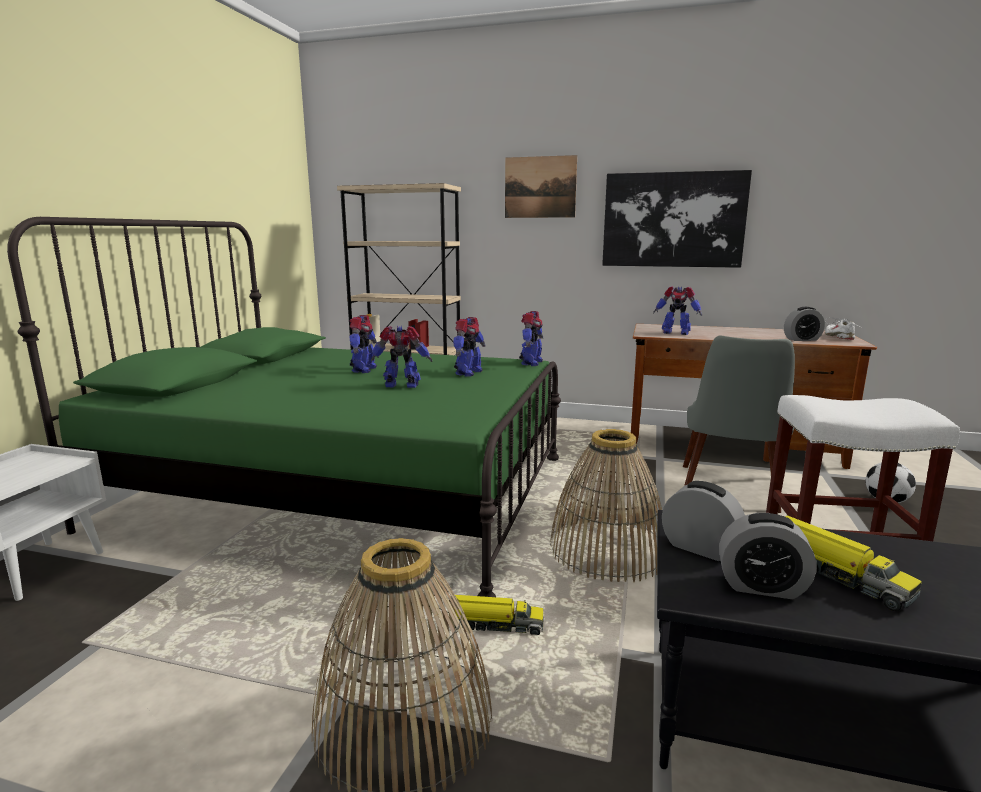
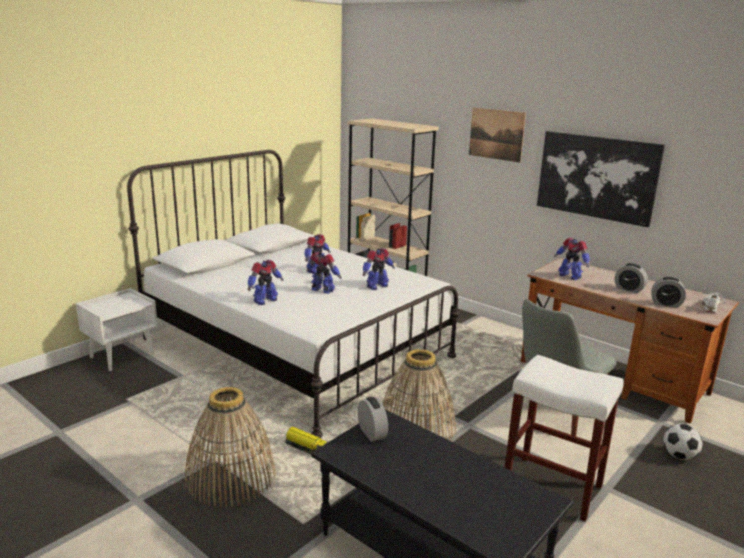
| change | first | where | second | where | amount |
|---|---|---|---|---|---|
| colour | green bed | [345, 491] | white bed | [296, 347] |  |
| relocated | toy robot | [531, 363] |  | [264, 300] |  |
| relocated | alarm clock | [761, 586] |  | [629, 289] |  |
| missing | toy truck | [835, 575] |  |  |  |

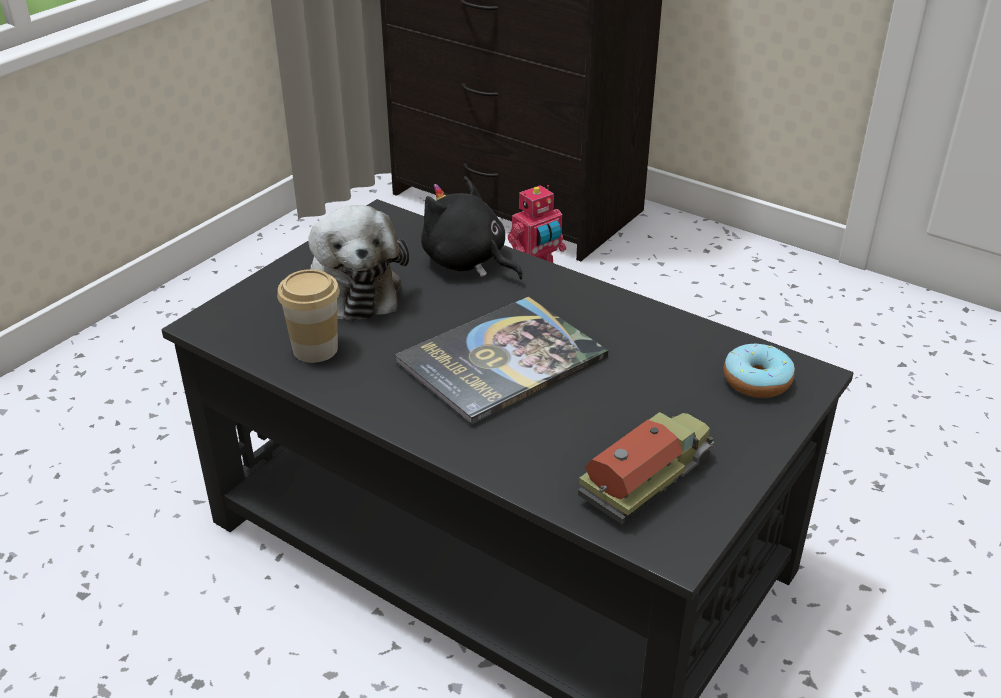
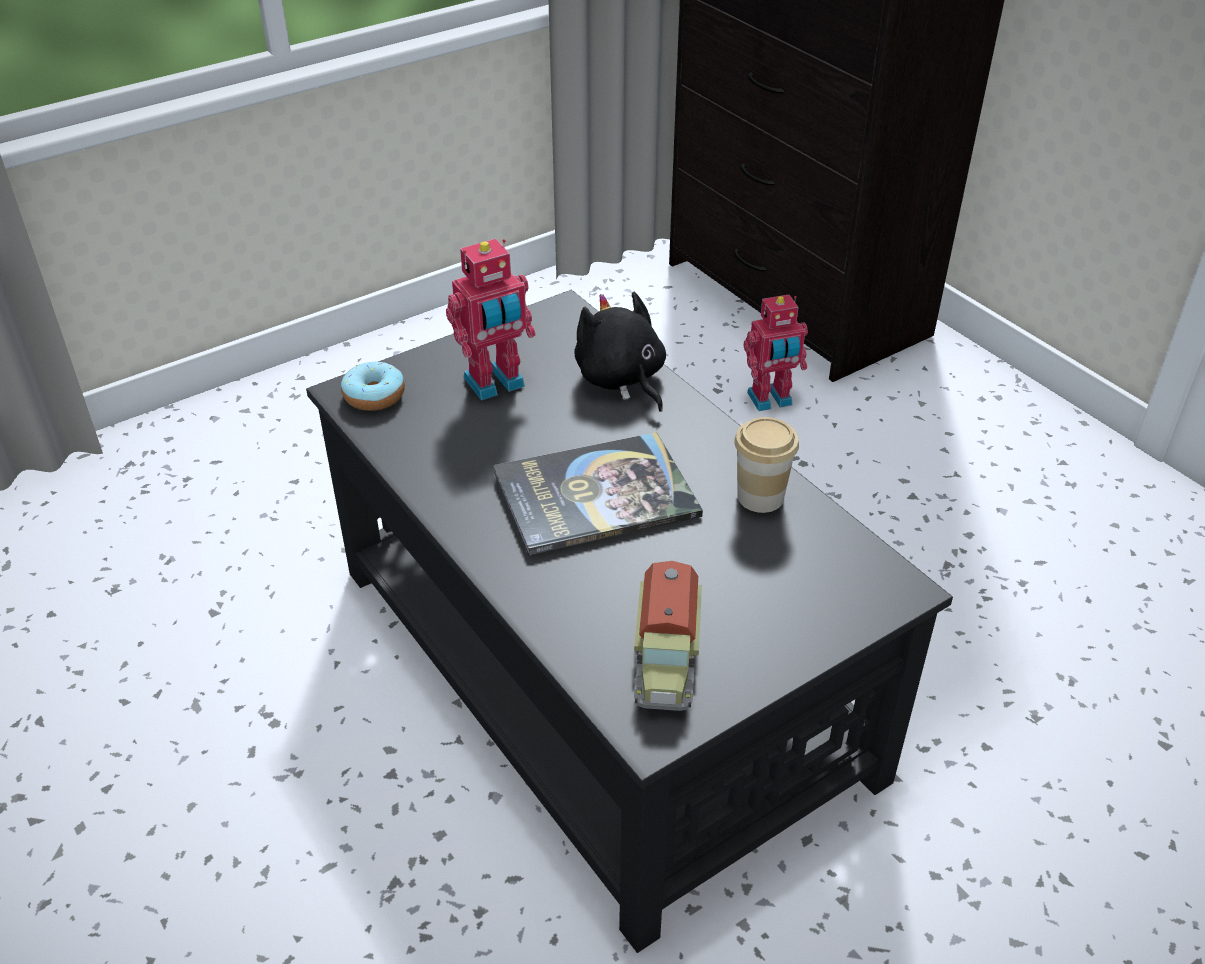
| change | first | where | second | where | amount |
|---|---|---|---|---|---|
| relocated | donut | [756, 381] |  | [374, 396] |  |
| exchanged | plush toy | [352, 288] | toy robot | [496, 384] |  |
| spun | toy truck | [648, 479] |  | [666, 656] | 120 degrees clockwise |
| relocated | cup | [315, 349] |  | [760, 497] |  |

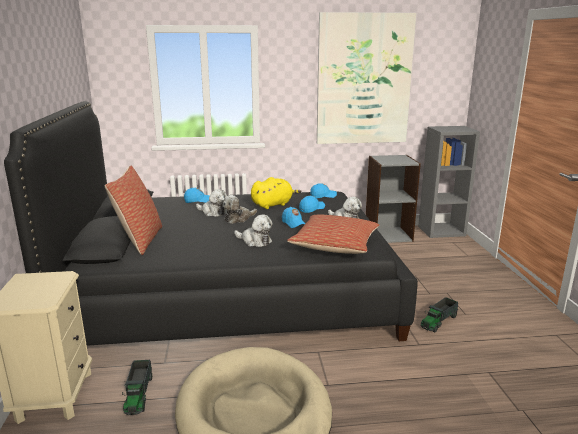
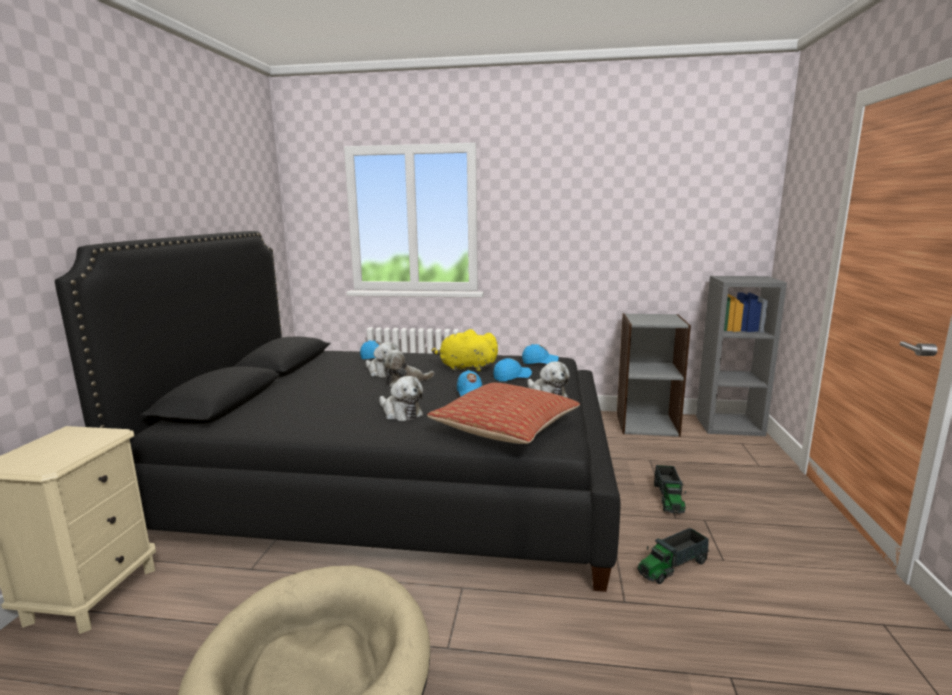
| change | first | where | second | where | amount |
|---|---|---|---|---|---|
| spun | yellow plush toy | [273, 205] |  | [465, 368] | 150 degrees counterclockwise |
| relocated | toy truck | [139, 395] |  | [668, 498] |  |
| missing | pillow | [140, 240] |  |  |  |
| missing | picture | [364, 80] |  |  |  |

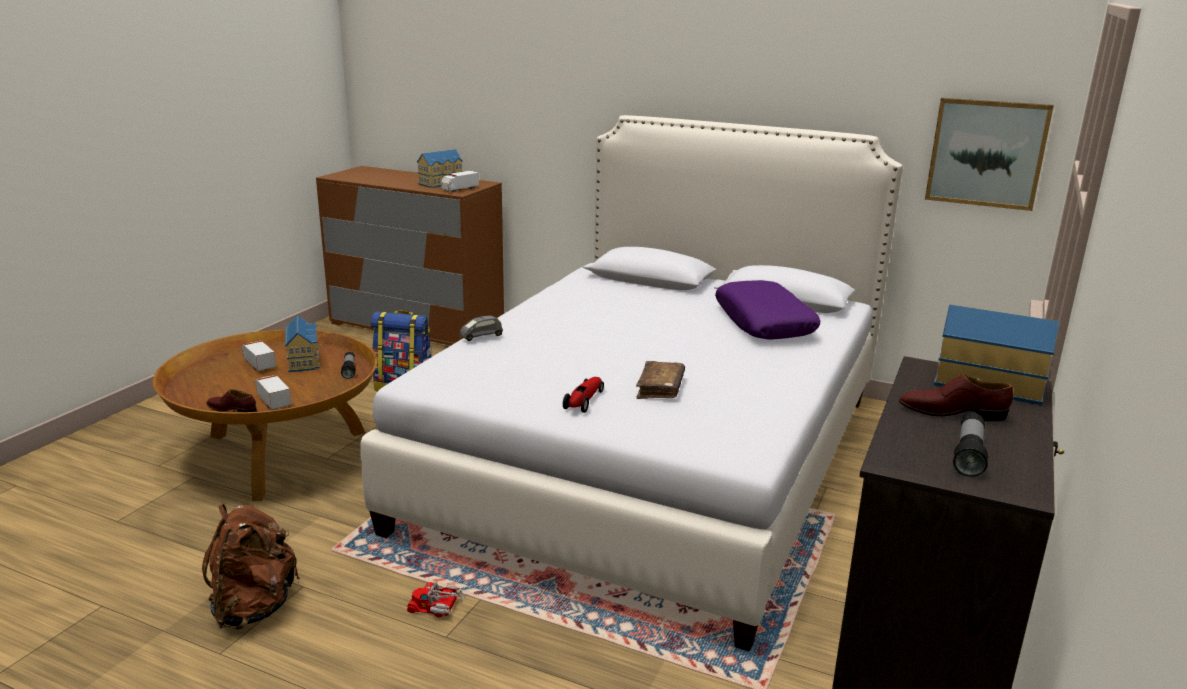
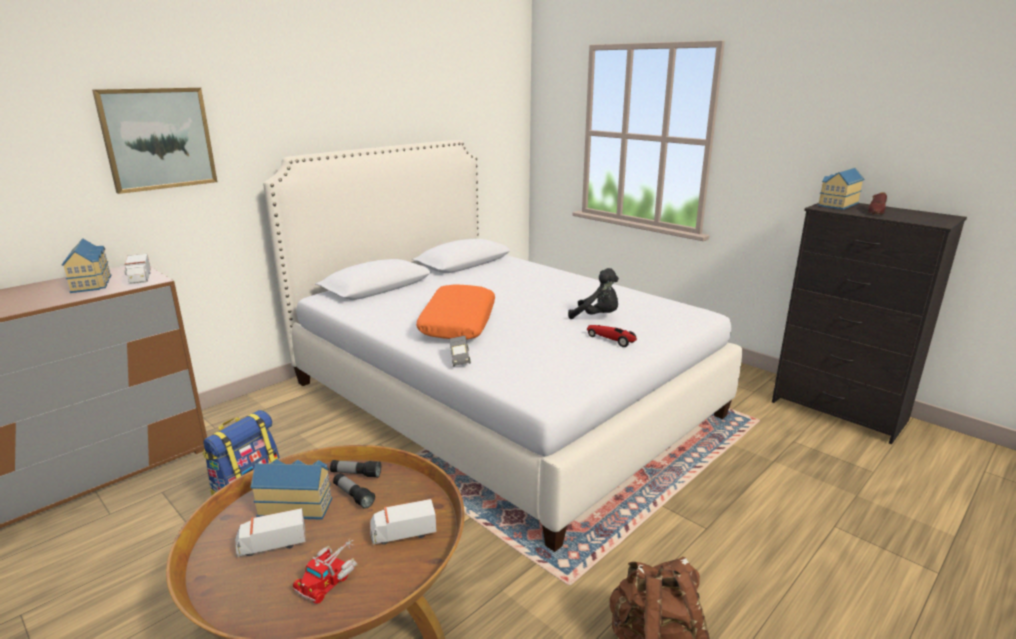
| change | first | where | second | where | amount |
|---|---|---|---|---|---|
| relocated | picture | [986, 153] |  | [158, 139] |  |
| relocated | toy truck | [439, 607] |  | [329, 577] |  |
| relocated | flashlight | [969, 455] |  | [353, 496] |  |
| appeared |  |  | orange pillow | [457, 323] |  |
| exchanged | brown book | [660, 388] | black plush toy | [597, 317] |  |
| missing | brown shoe | [232, 409] |  |  |  |
| missing | purple pillow | [764, 323] |  |  |  |

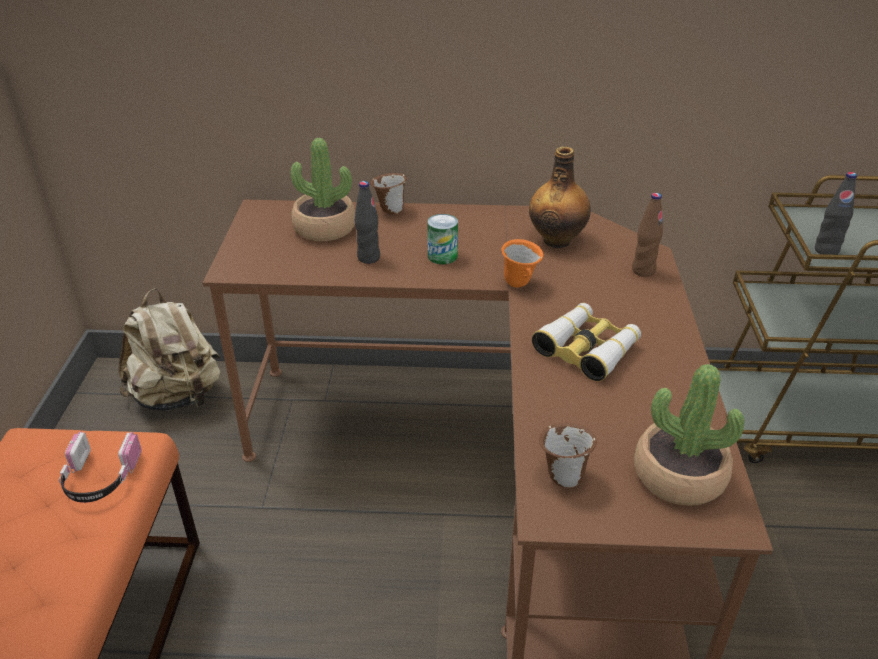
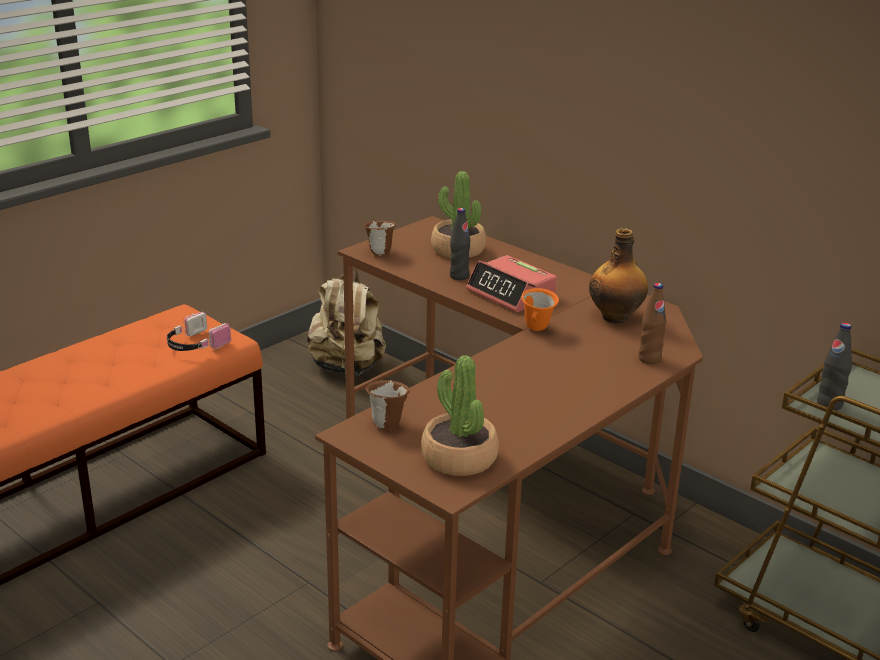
| change | first | where | second | where | amount |
|---|---|---|---|---|---|
| relocated | brown mug | [389, 211] |  | [379, 253] |  |
| exchanged | can | [442, 256] | alarm clock | [511, 294] |  |
| missing | binoculars | [587, 349] |  |  |  |

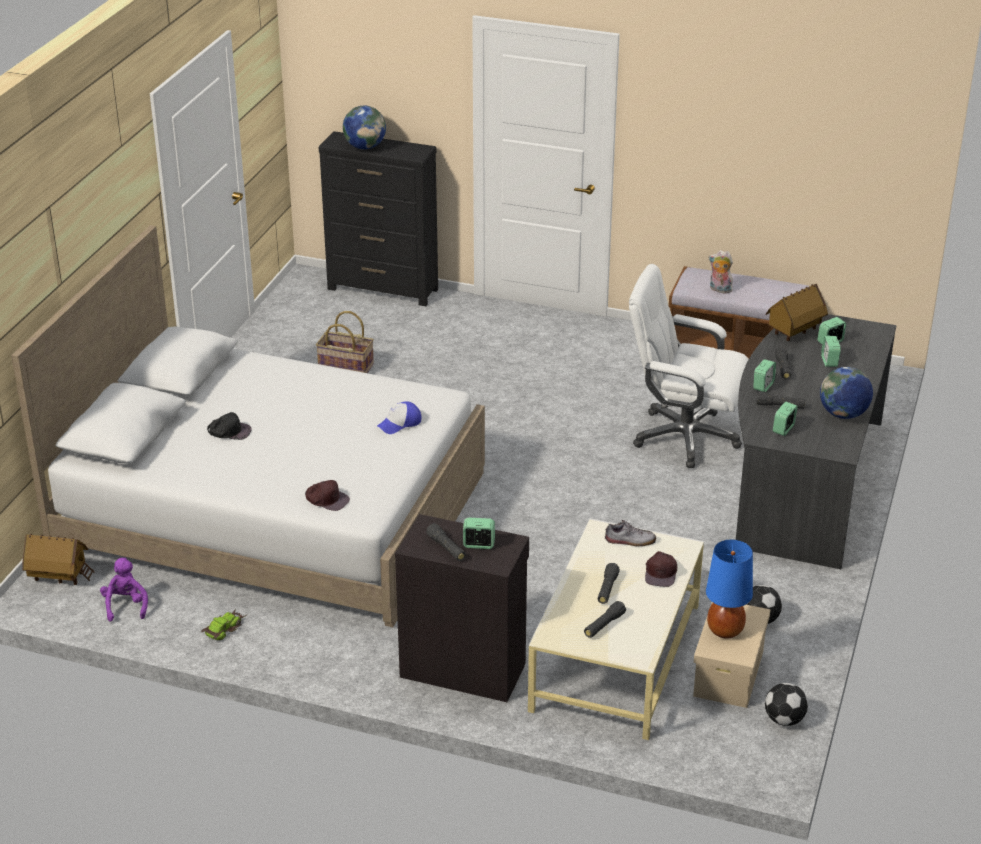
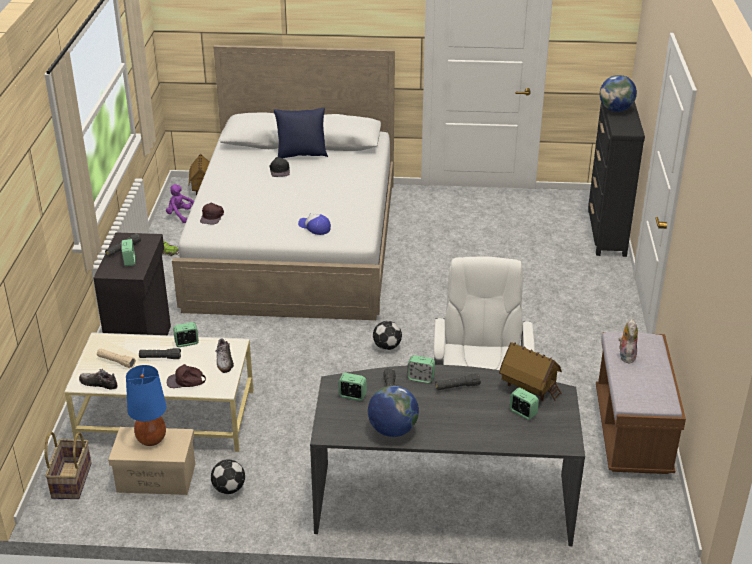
| change | first | where | second | where | amount |
|---|---|---|---|---|---|
| relocated | basket | [345, 367] |  | [71, 480] |  |
| appeared |  |  | shoe | [98, 384] |  |
| colour | black flashlight | [604, 625] | beige flashlight | [116, 362] |  |
| spun | purple plush toy | [126, 606] |  | [181, 215] | 120 degrees counterclockwise |
| relocated | alarm clock | [829, 361] |  | [186, 343] |  |
| appeared |  |  | blue pillow | [301, 155] |  |
| relocated | football | [784, 720] |  | [386, 346] |  |

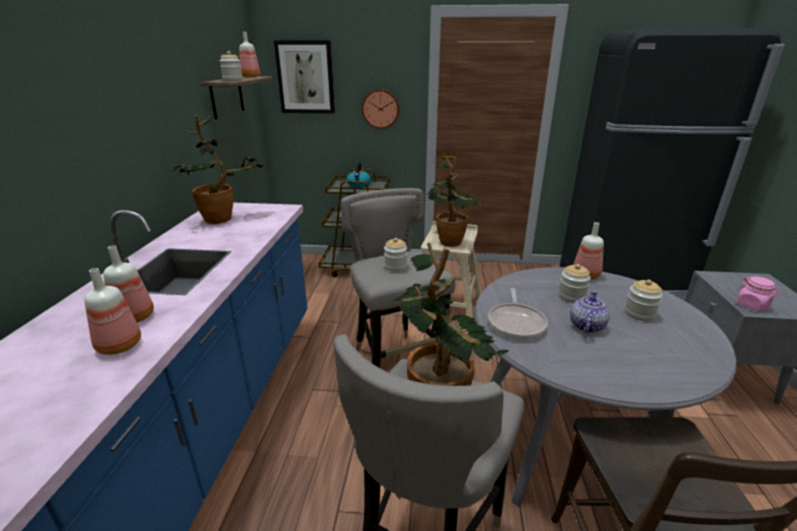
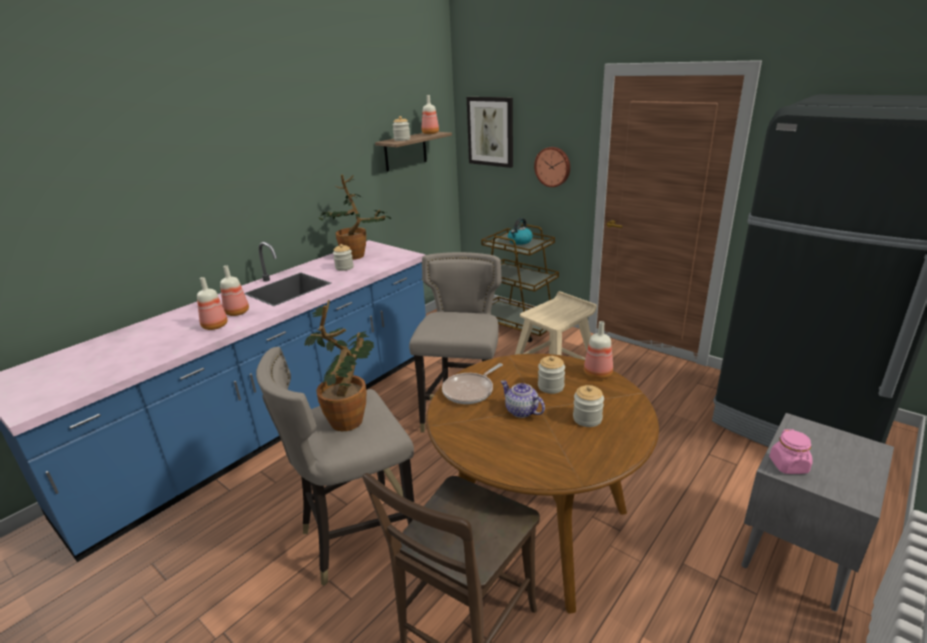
| change | first | where | second | where | amount |
|---|---|---|---|---|---|
| relocated | jar | [395, 266] |  | [344, 267] |  |
| colour | grey dining table | [565, 440] | brown dining table | [536, 527] |  |
| spun | teapot | [586, 326] |  | [521, 411] | 105 degrees counterclockwise |
| missing | potted plant | [448, 240] |  |  |  |

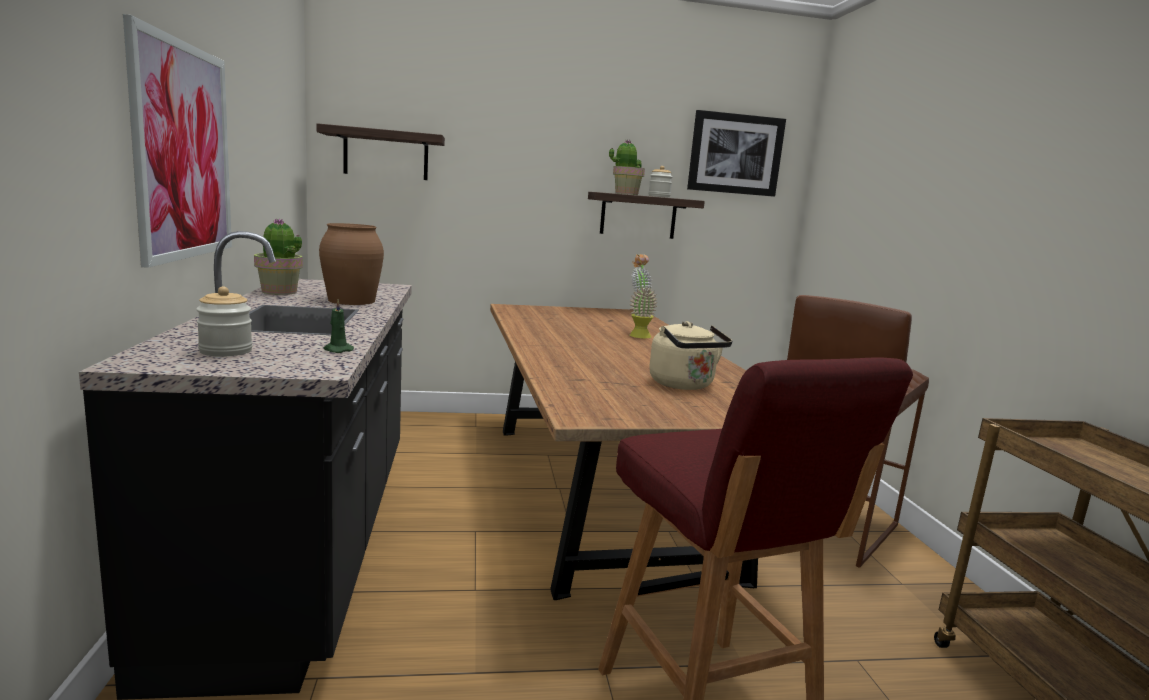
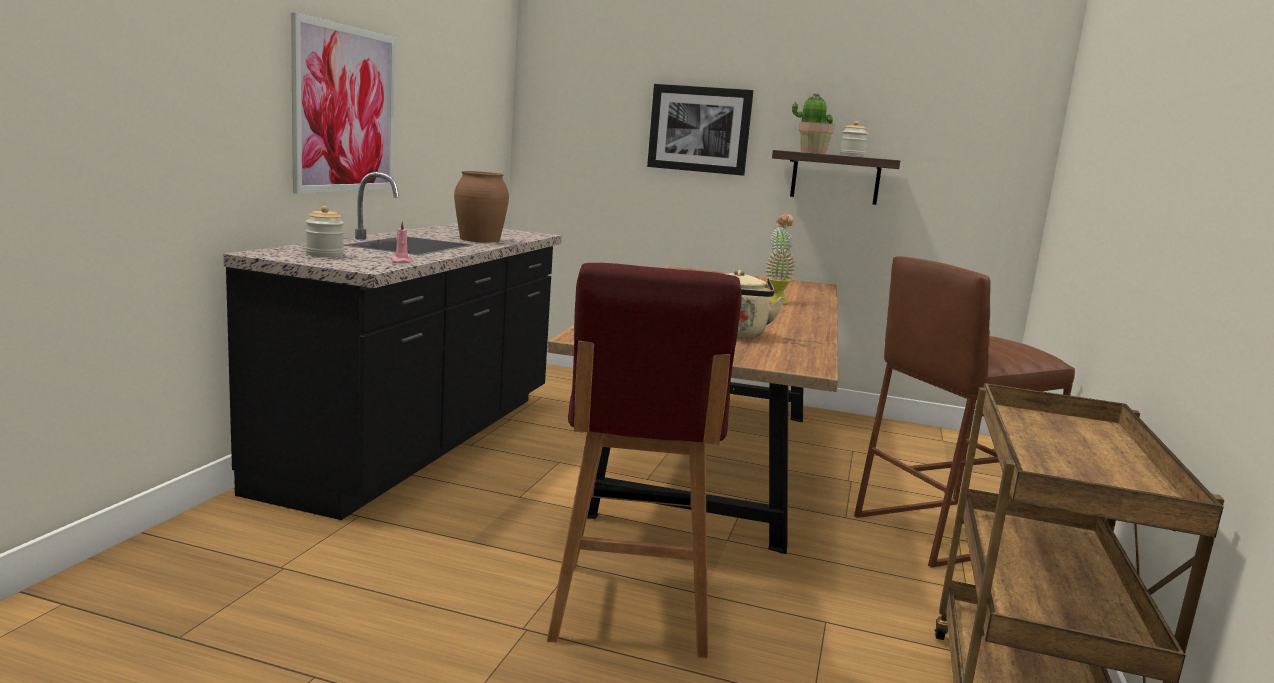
| change | first | where | second | where | amount |
|---|---|---|---|---|---|
| colour | green candle | [337, 350] | pink candle | [401, 261] |  |
| relocated | picture | [735, 154] |  | [699, 129] |  |
| missing | potted plant | [279, 292] |  |  |  |
| missing | shelf | [386, 155] |  |  |  |

